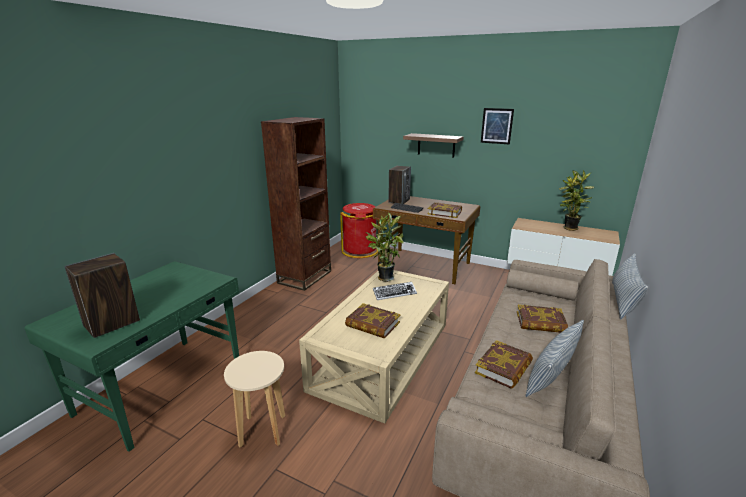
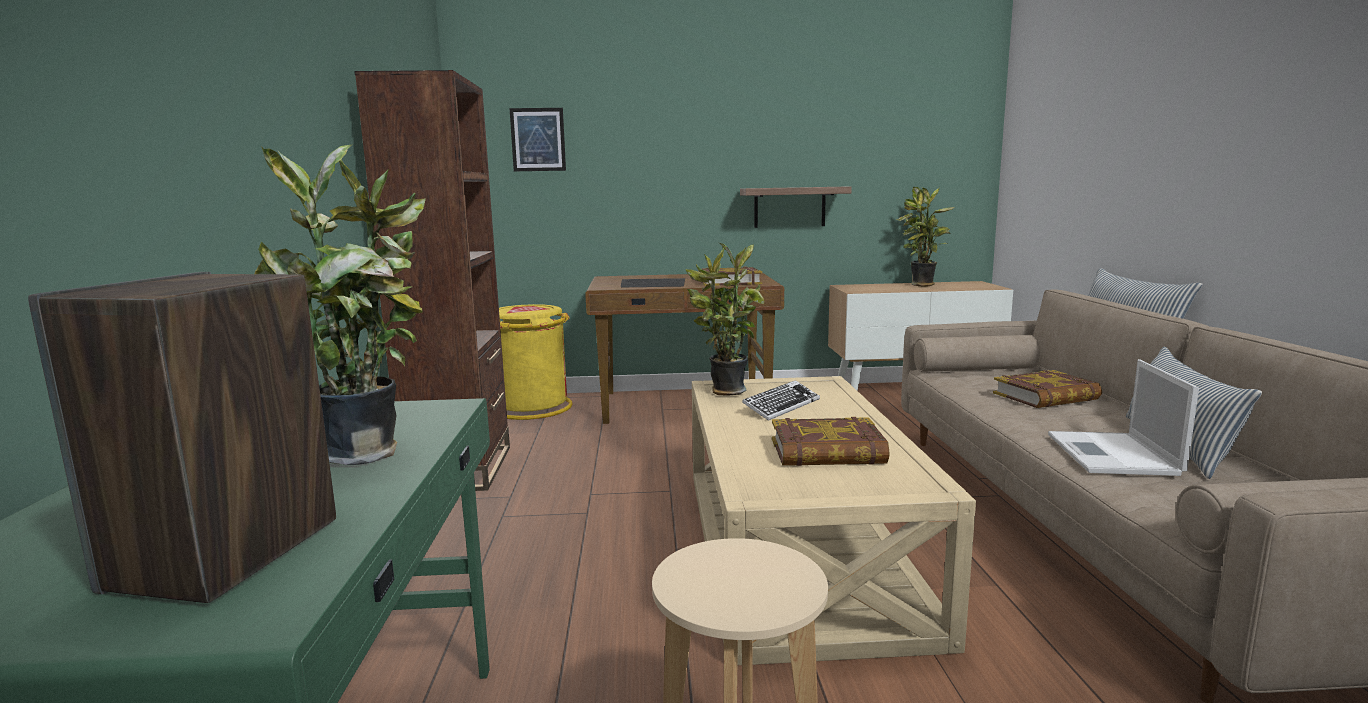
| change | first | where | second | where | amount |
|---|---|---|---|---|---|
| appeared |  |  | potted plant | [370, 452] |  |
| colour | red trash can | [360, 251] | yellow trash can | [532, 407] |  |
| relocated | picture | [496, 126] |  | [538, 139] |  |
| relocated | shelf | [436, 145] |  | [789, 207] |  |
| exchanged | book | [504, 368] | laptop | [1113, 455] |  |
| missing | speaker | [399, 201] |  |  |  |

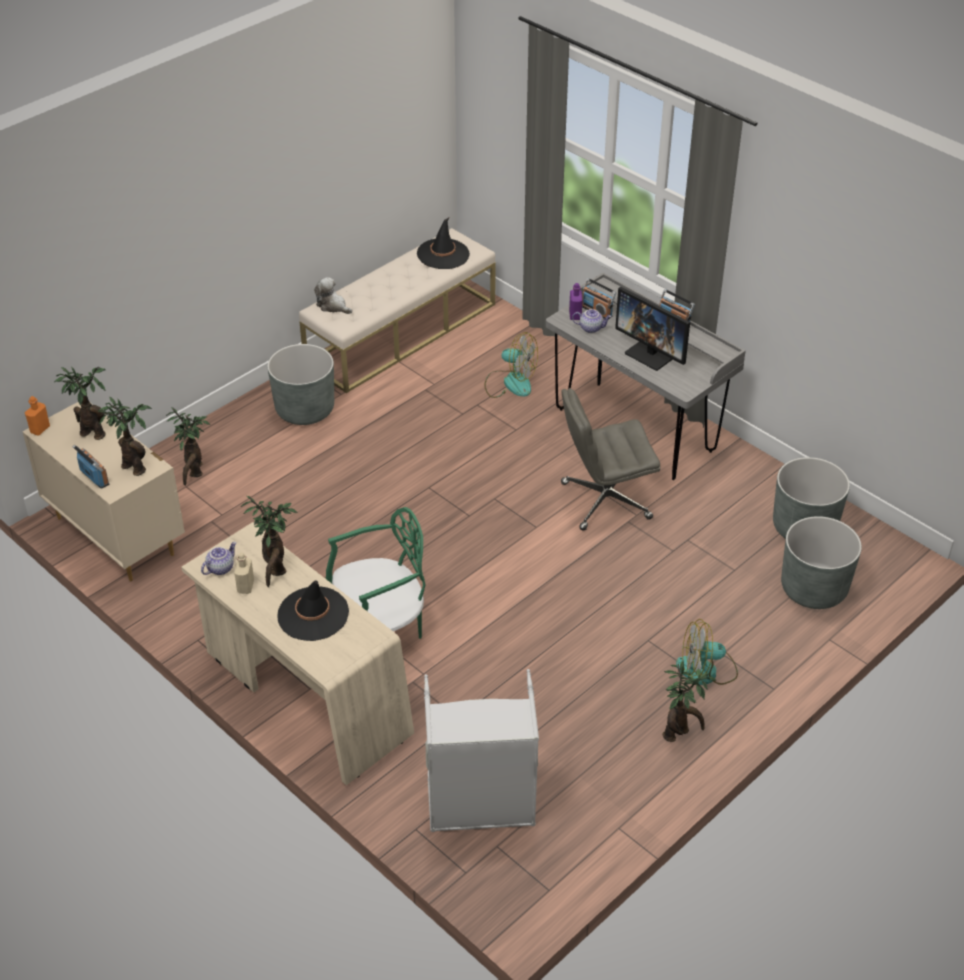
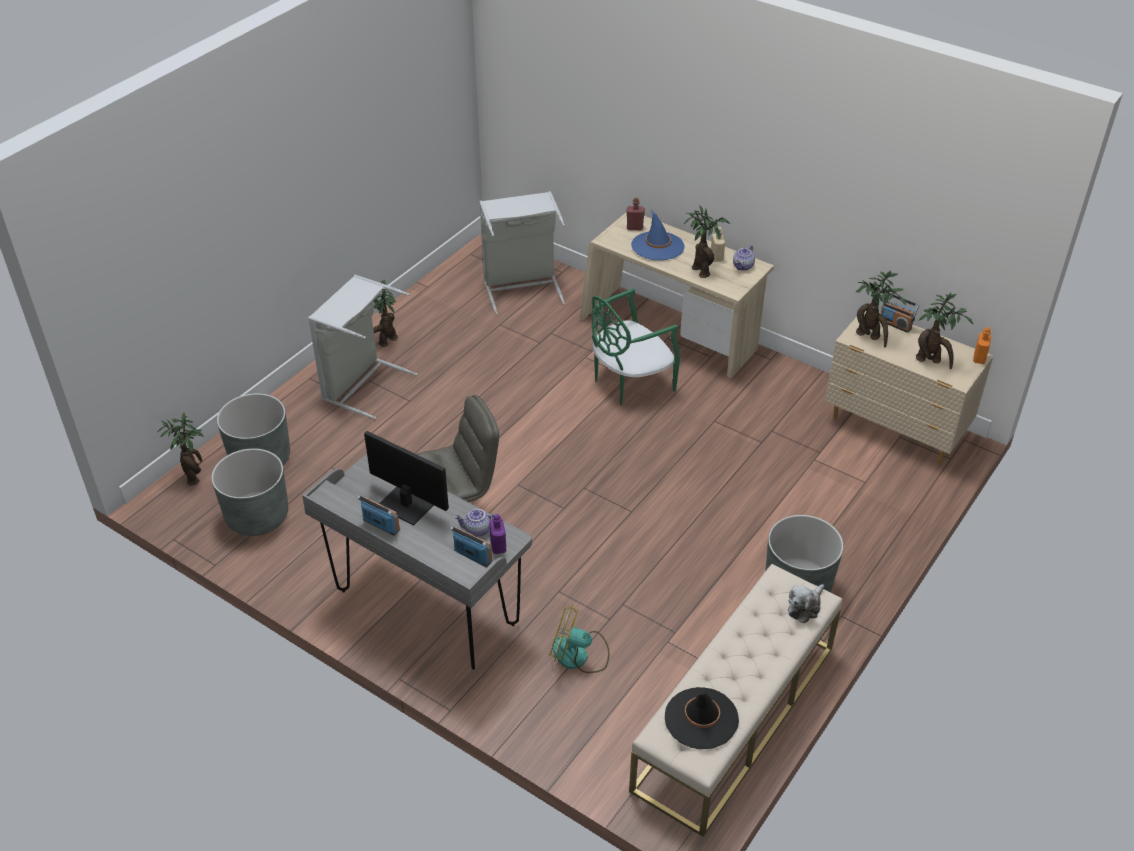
| change | first | where | second | where | amount |
|---|---|---|---|---|---|
| relocated | potted plant | [194, 472] |  | [194, 475] |  |
| exchanged | fan | [706, 670] | grey laundry basket | [362, 384] |  |
| appeared |  |  | red bottle | [634, 228] |  |
| colour | black hat | [313, 614] | blue hat | [657, 246] |  |
| spun | plush toy | [333, 306] |  | [805, 607] | 105 degrees clockwise |

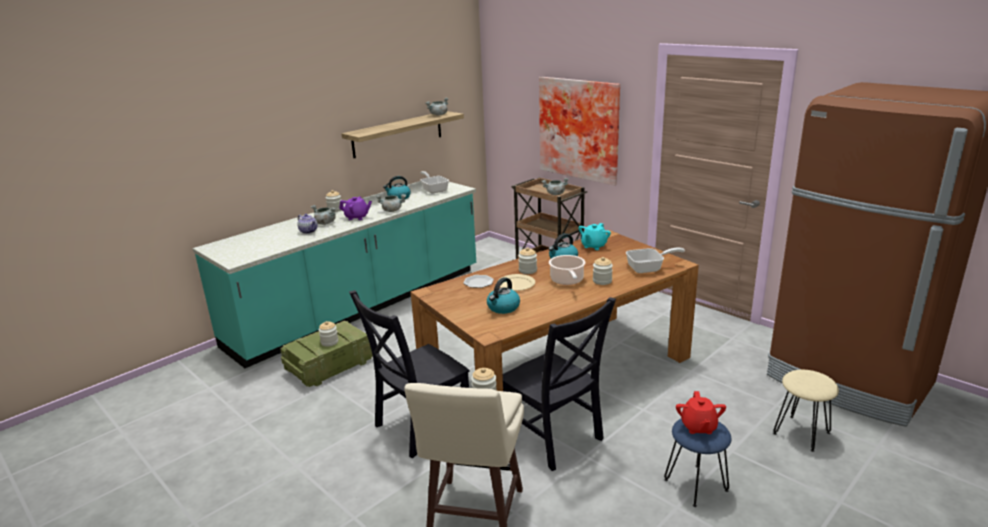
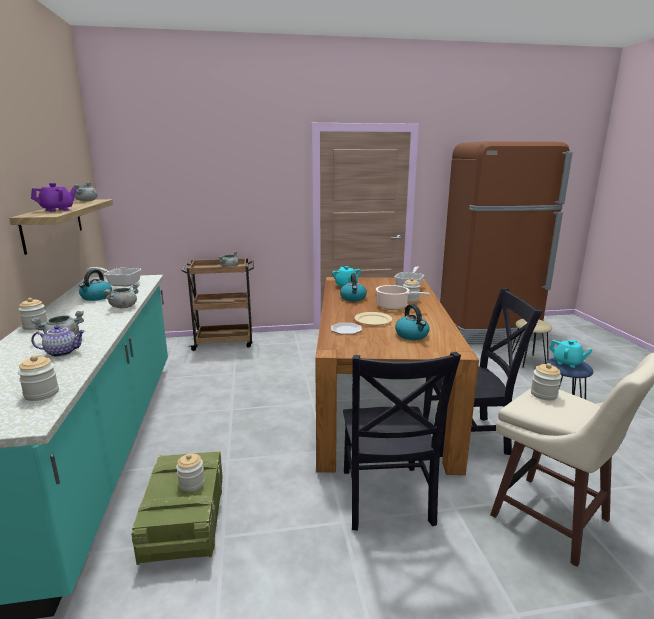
| change | first | where | second | where | amount |
|---|---|---|---|---|---|
| relocated | jar | [527, 270] |  | [41, 394] |  |
| relocated | purple teapot | [357, 217] |  | [57, 210] |  |
| colour | red teapot | [698, 427] | turquoise teapot | [567, 363] |  |
| missing | picture | [580, 128] |  |  |  |

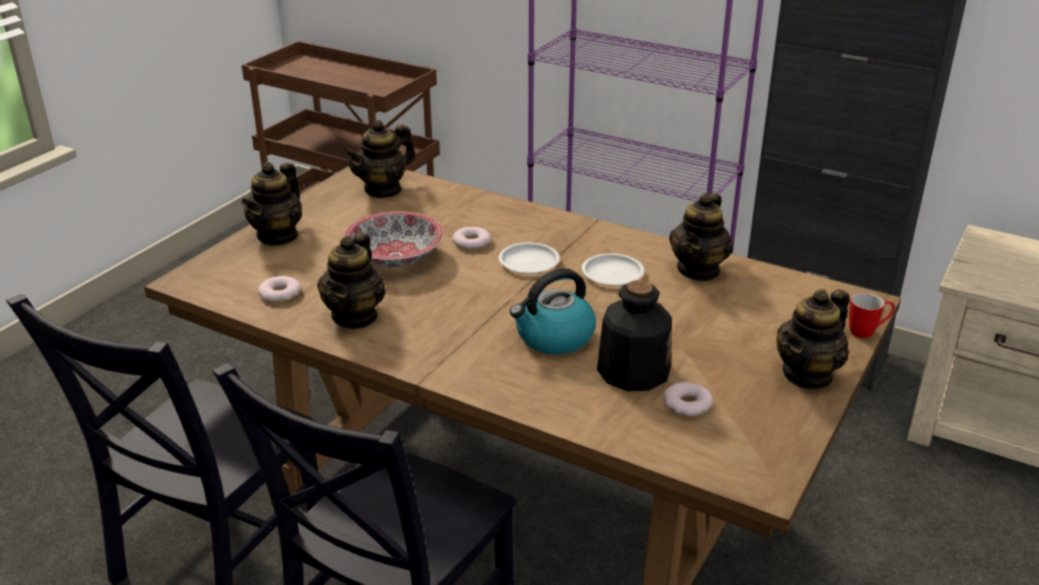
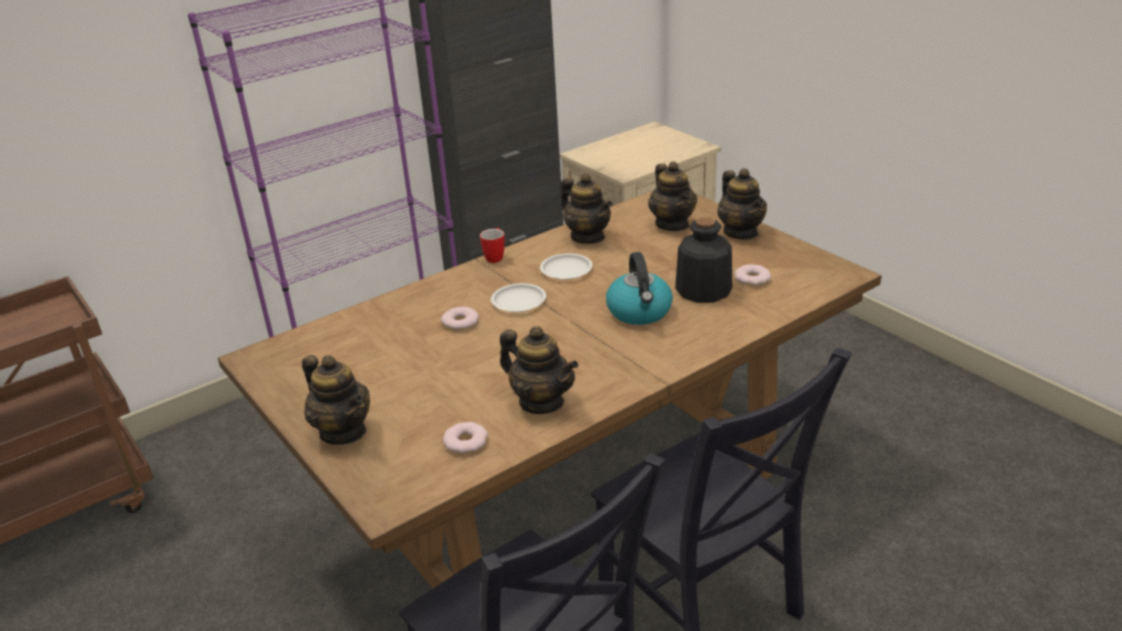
| change | first | where | second | where | amount |
|---|---|---|---|---|---|
| relocated | mug | [867, 332] |  | [496, 257] |  |
| relocated | teapot | [383, 190] |  | [672, 224] |  |
| missing | bowl | [396, 257] |  |  |  |

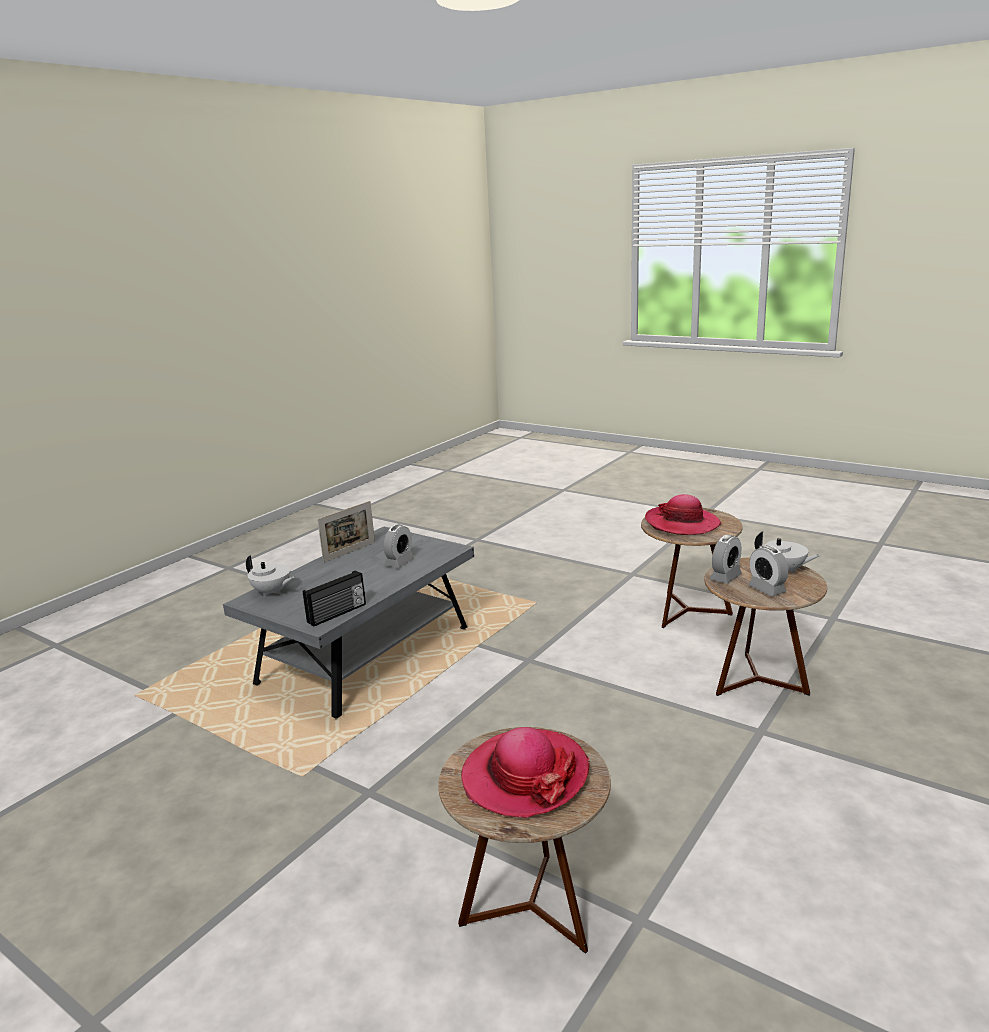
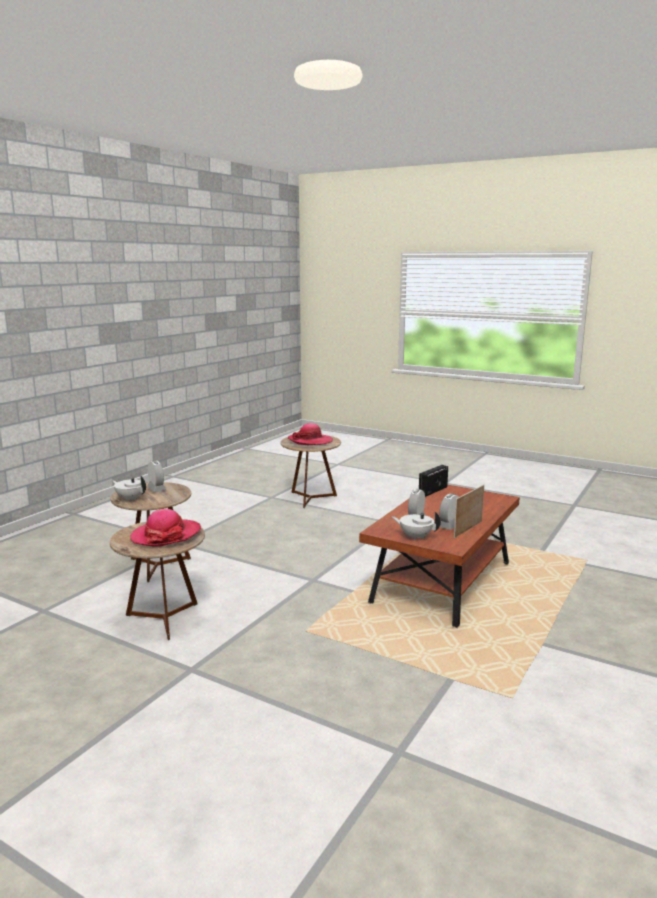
| change | first | where | second | where | amount |
|---|---|---|---|---|---|
| colour | grey coffee table | [366, 657] | brown coffee table | [442, 583] |  |
| relocated | white teapot | [272, 592] |  | [415, 537] |  |
| relocated | alarm clock | [725, 577] |  | [449, 525] |  |

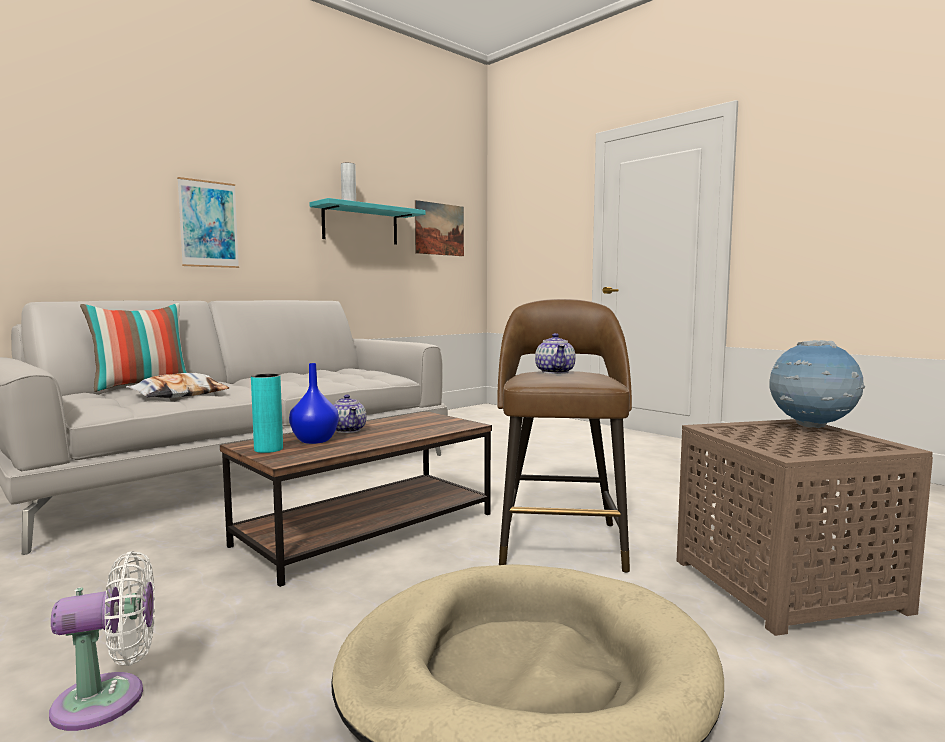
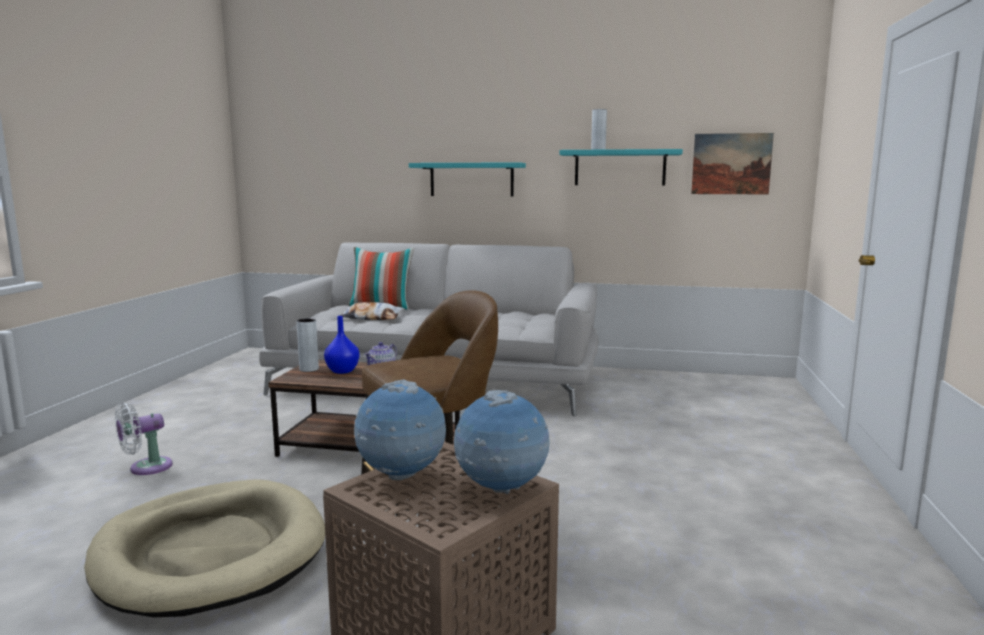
| change | first | where | second | where | amount |
|---|---|---|---|---|---|
| spun | white fan | [109, 700] |  | [146, 468] | 105 degrees clockwise |
| colour | turquoise vase | [268, 449] | grey vase | [309, 369] |  |
| appeared |  |  | globe | [401, 476] |  |
| exchanged | picture | [208, 224] | turquoise shelf | [471, 179] |  |
| missing | teapot | [555, 372] |  |  |  |

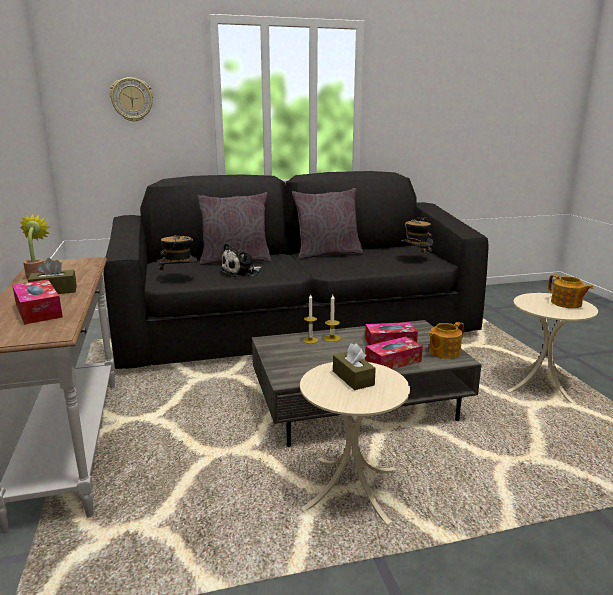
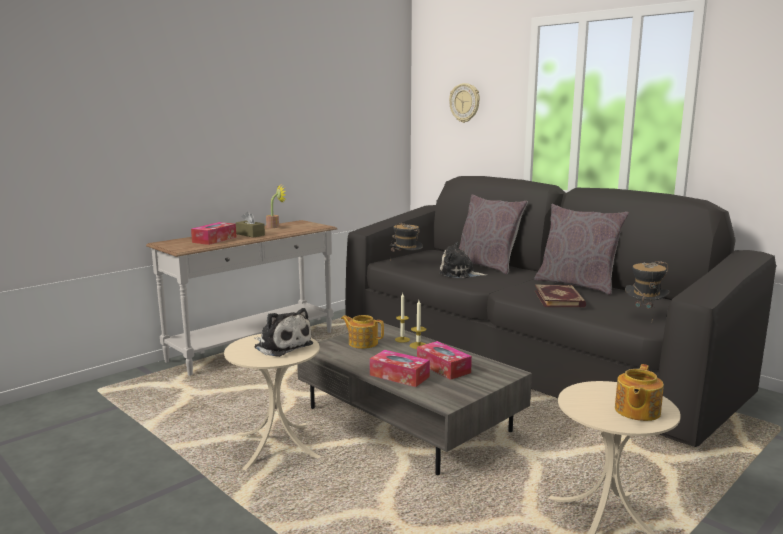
| change | first | where | second | where | amount |
|---|---|---|---|---|---|
| exchanged | brown tissue box | [353, 378] | plush toy | [282, 346] |  |
| relocated | teapot | [443, 352] |  | [362, 343] |  |
| appeared |  |  | book | [560, 299] |  |

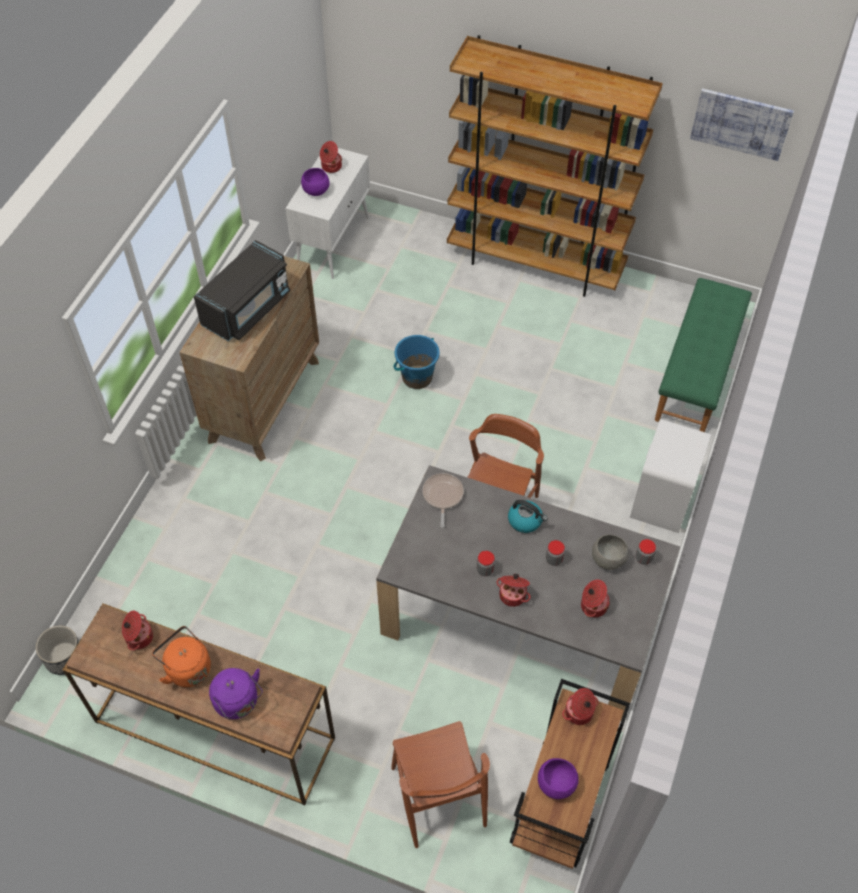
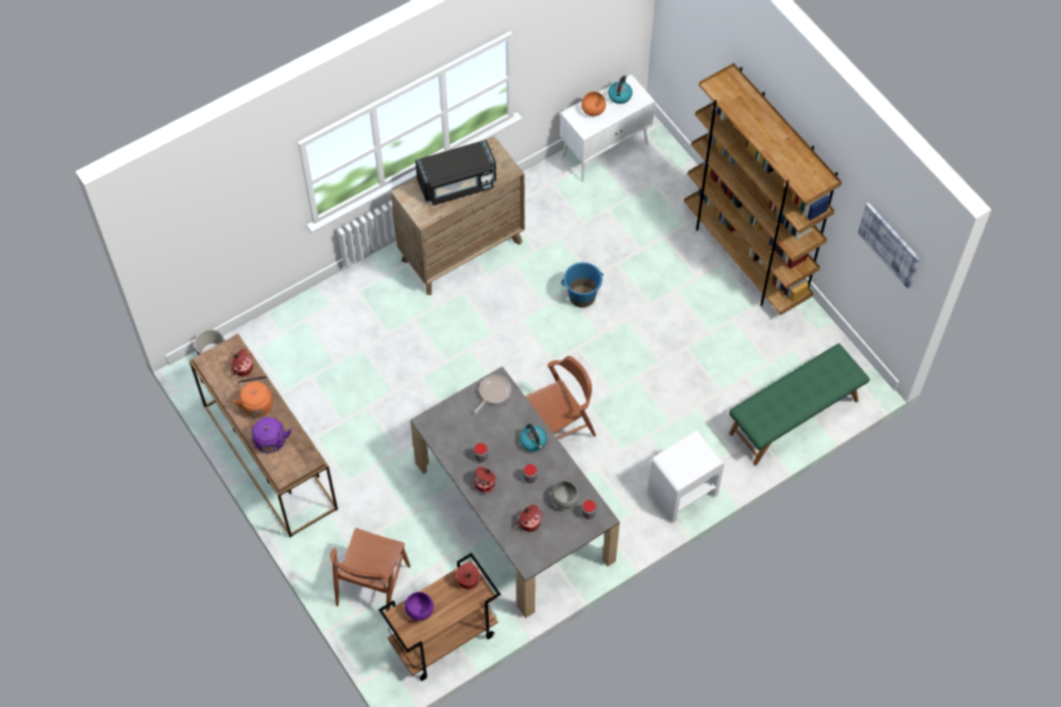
| change | first | where | second | where | amount |
|---|---|---|---|---|---|
| colour | purple bowl | [315, 191] | orange bowl | [593, 110] |  |
| exchanged | cooking pot | [331, 166] | kettle | [620, 95] |  |

